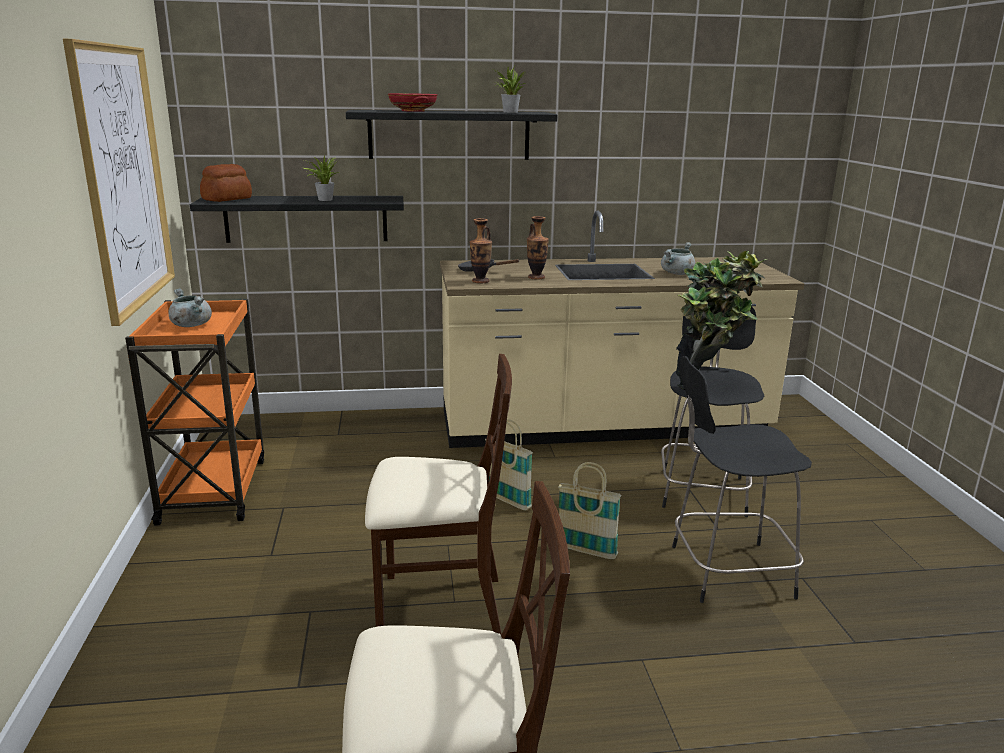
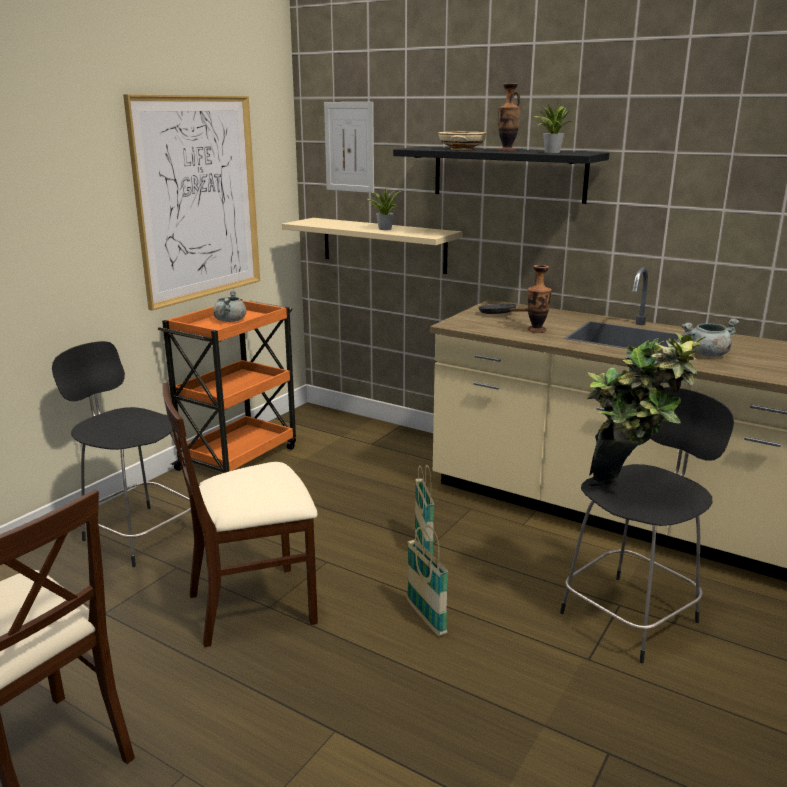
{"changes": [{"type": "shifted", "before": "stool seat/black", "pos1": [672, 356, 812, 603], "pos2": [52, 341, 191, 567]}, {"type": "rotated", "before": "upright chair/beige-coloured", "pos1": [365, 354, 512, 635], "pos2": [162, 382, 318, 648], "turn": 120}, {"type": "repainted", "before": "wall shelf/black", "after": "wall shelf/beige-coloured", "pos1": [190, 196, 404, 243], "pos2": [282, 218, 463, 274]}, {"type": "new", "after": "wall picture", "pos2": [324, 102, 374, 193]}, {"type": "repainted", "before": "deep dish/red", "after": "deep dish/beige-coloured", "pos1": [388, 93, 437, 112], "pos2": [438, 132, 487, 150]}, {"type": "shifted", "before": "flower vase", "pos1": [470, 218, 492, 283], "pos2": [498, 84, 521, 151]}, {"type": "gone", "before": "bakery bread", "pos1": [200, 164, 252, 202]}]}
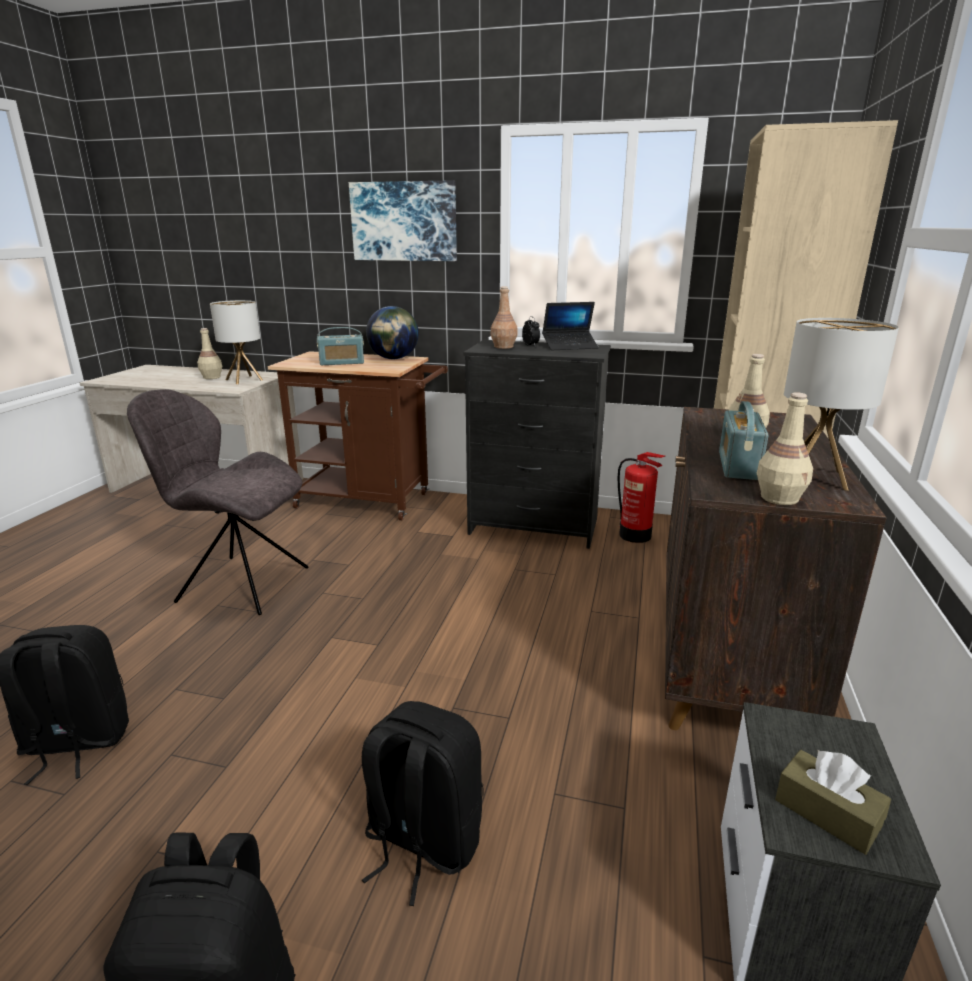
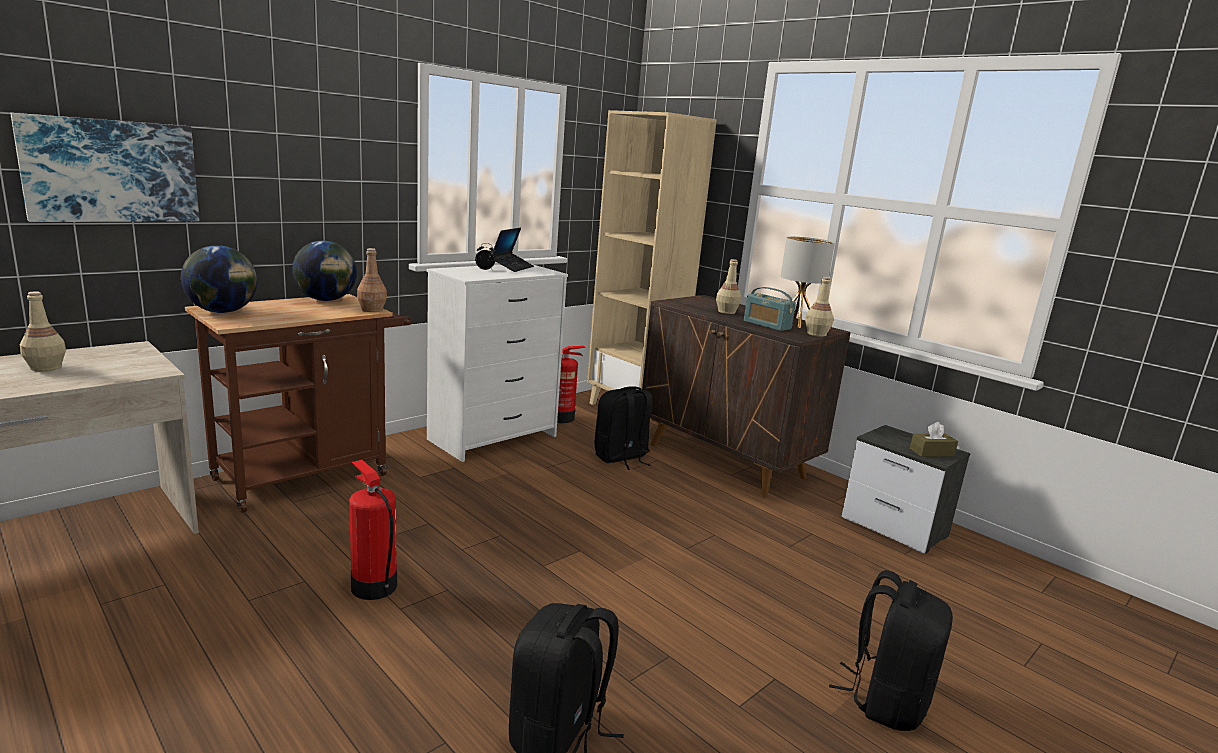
{"changes": [{"type": "shifted", "before": "wall picture", "pos1": [349, 180, 457, 261], "pos2": [10, 113, 199, 222]}, {"type": "new", "after": "desk globe", "pos2": [181, 245, 257, 313]}, {"type": "swapped", "before": "upright chair/gray", "after": "fire extinguisher", "pos1": [127, 389, 309, 615], "pos2": [349, 460, 397, 600]}, {"type": "shifted", "before": "drink bottle/brownish", "pos1": [490, 287, 518, 349], "pos2": [357, 248, 387, 312]}, {"type": "repainted", "before": "chest of drawers/black", "after": "chest of drawers/whitish", "pos1": [463, 340, 611, 549], "pos2": [427, 264, 568, 462]}, {"type": "shifted", "before": "knapsack/black", "pos1": [362, 701, 483, 906], "pos2": [595, 386, 653, 470]}, {"type": "gone", "before": "table lamp", "pos1": [210, 300, 263, 385]}, {"type": "gone", "before": "radio receiver", "pos1": [317, 327, 364, 365]}]}
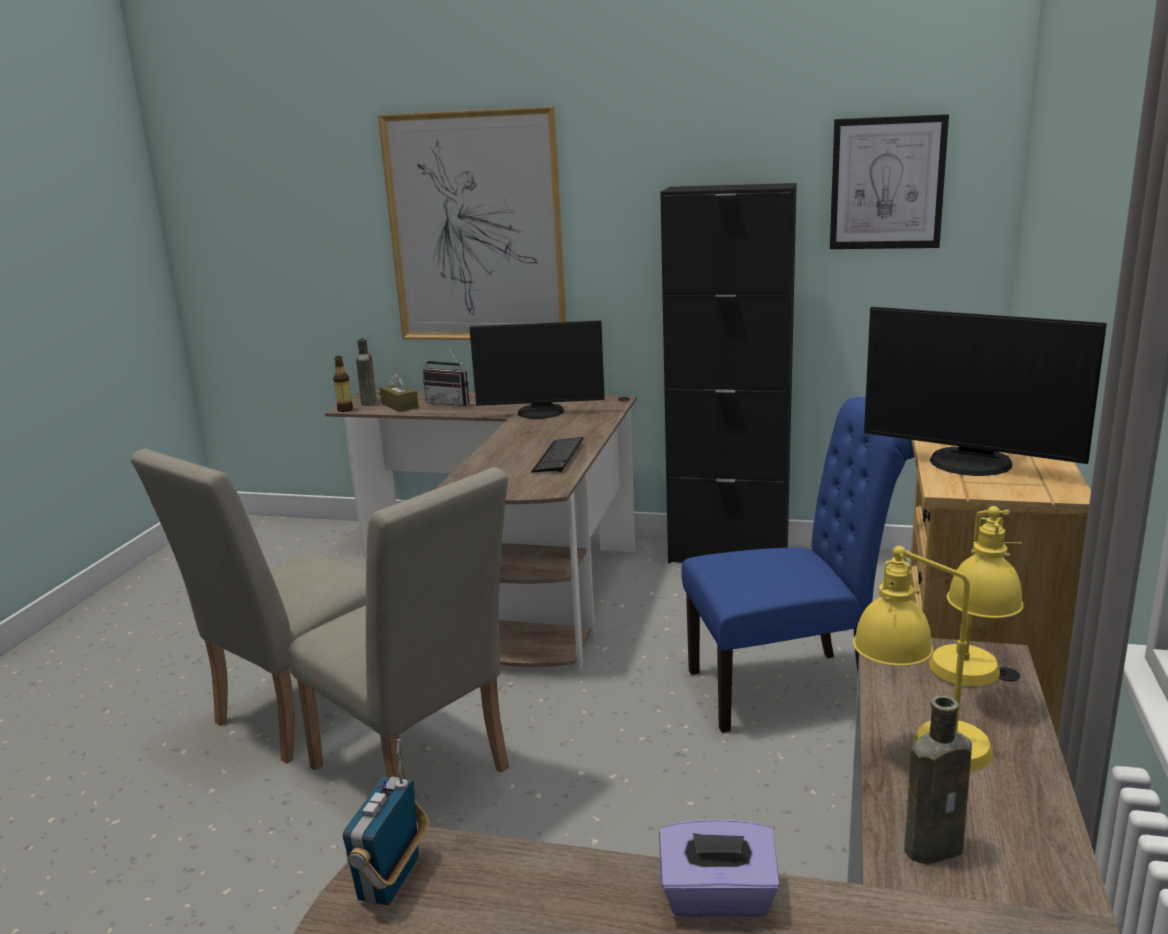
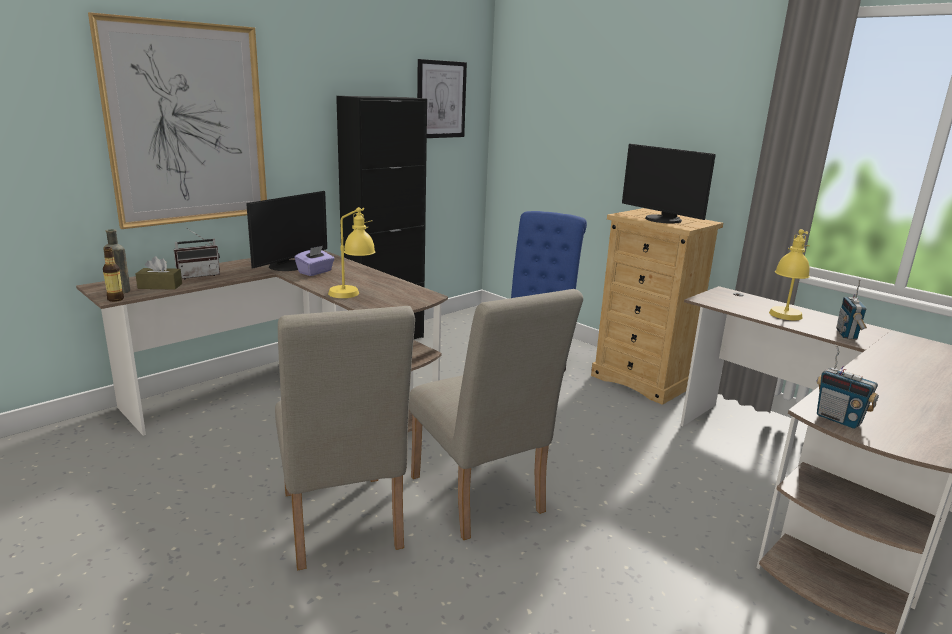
{"changes": [{"type": "shifted", "before": "tissue box/purple-coloured", "pos1": [659, 819, 780, 918], "pos2": [294, 246, 335, 276]}, {"type": "shifted", "before": "table lamp/yellow-coloured", "pos1": [929, 506, 1024, 686], "pos2": [328, 207, 376, 298]}, {"type": "rotated", "before": "upright chair/beige-coloured", "pos1": [287, 467, 509, 779], "pos2": [409, 289, 583, 540], "turn": 75}, {"type": "rotated", "before": "monitor", "pos1": [864, 307, 1107, 476], "pos2": [622, 144, 716, 224], "turn": 75}, {"type": "swapped", "before": "drink bottle/brownish", "after": "radio receiver", "pos1": [905, 696, 980, 865], "pos2": [836, 280, 867, 340]}, {"type": "gone", "before": "keyboard", "pos1": [531, 437, 584, 473]}]}
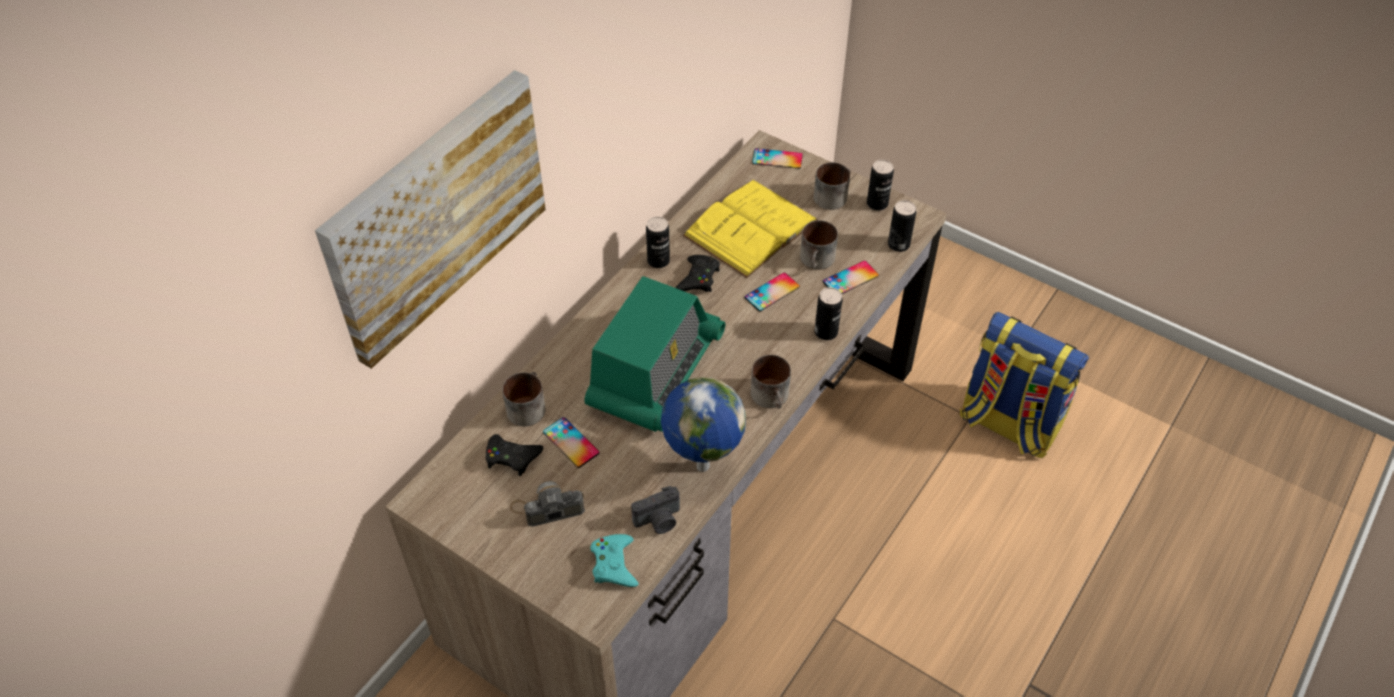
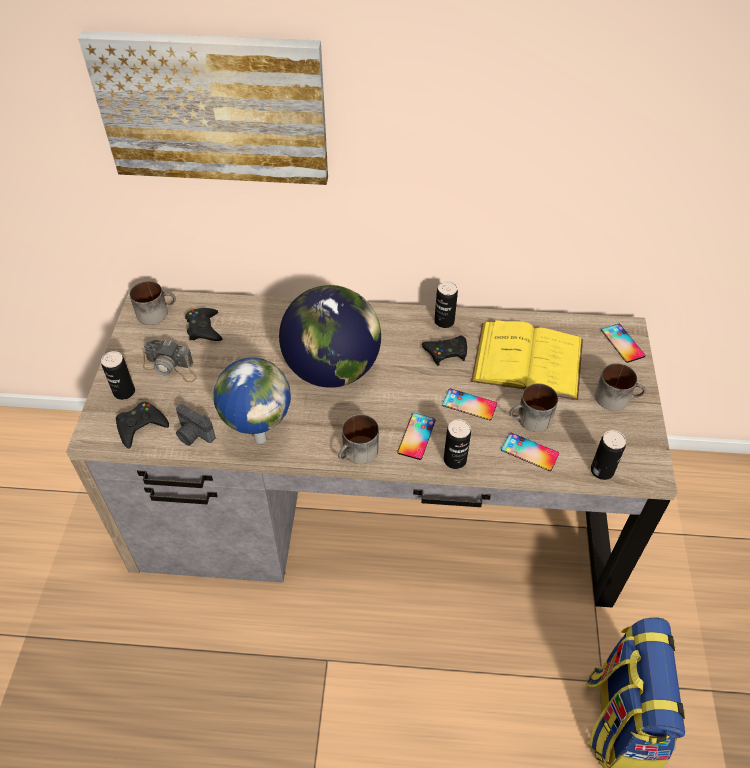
{"changes": [{"type": "shifted", "before": "can", "pos1": [867, 160, 894, 211], "pos2": [101, 351, 135, 400]}, {"type": "repainted", "before": "gamepad/turquoise", "after": "gamepad/black", "pos1": [591, 534, 639, 587], "pos2": [116, 402, 169, 449]}, {"type": "shifted", "before": "coffee mug", "pos1": [502, 372, 545, 426], "pos2": [130, 281, 176, 325]}, {"type": "rotated", "before": "photo camera", "pos1": [510, 481, 585, 527], "pos2": [143, 340, 197, 382], "turn": 150}, {"type": "swapped", "before": "radio receiver", "after": "desk globe", "pos1": [585, 276, 725, 432], "pos2": [279, 285, 381, 388]}, {"type": "shifted", "before": "handset", "pos1": [543, 417, 599, 468], "pos2": [397, 413, 436, 460]}]}
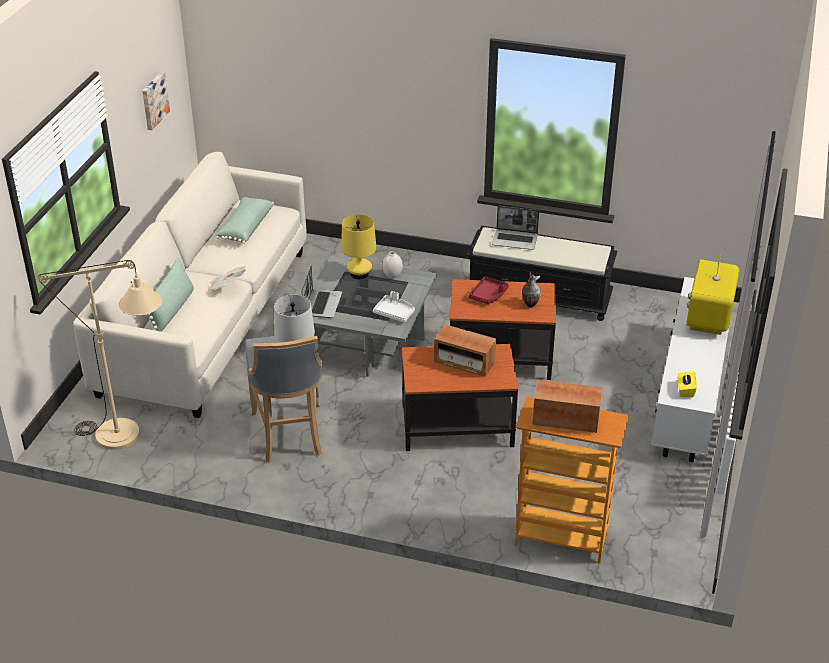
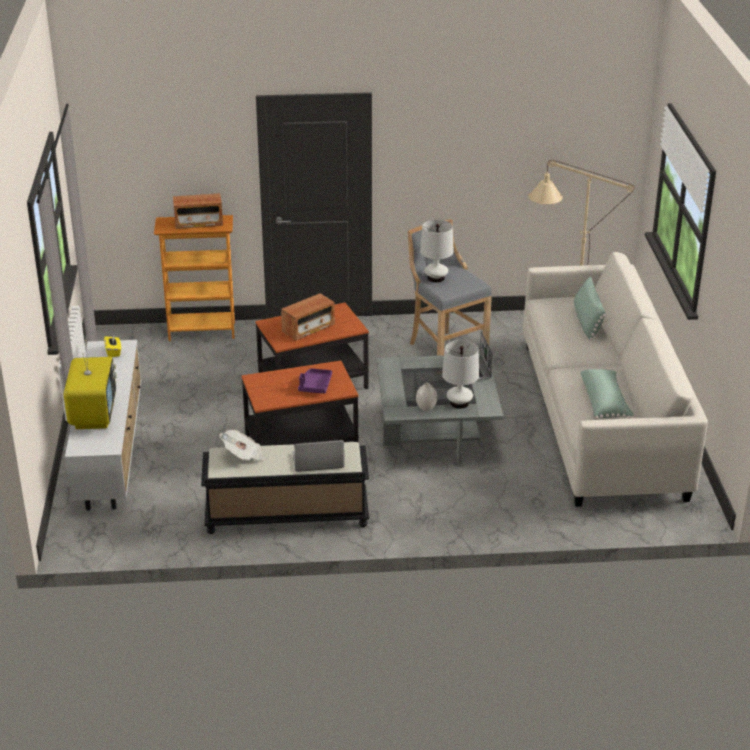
{"changes": [{"type": "shifted", "before": "newspaper", "pos1": [208, 266, 246, 291], "pos2": [220, 430, 265, 461]}, {"type": "rotated", "before": "radio receiver", "pos1": [434, 324, 496, 377], "pos2": [281, 293, 335, 341], "turn": 135}, {"type": "repainted", "before": "serving tray/red", "after": "serving tray/purple-coloured", "pos1": [468, 276, 509, 304], "pos2": [298, 368, 332, 393]}, {"type": "repainted", "before": "table lamp/yellow-coloured", "after": "table lamp/whitish", "pos1": [341, 214, 376, 280], "pos2": [442, 340, 479, 409]}, {"type": "gone", "before": "wall picture", "pos1": [142, 72, 170, 130]}, {"type": "gone", "before": "serving tray/whitish", "pos1": [373, 291, 415, 322]}, {"type": "gone", "before": "flower vase", "pos1": [522, 272, 541, 308]}]}
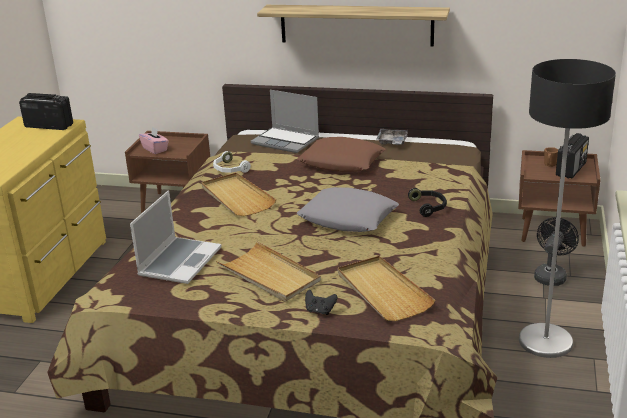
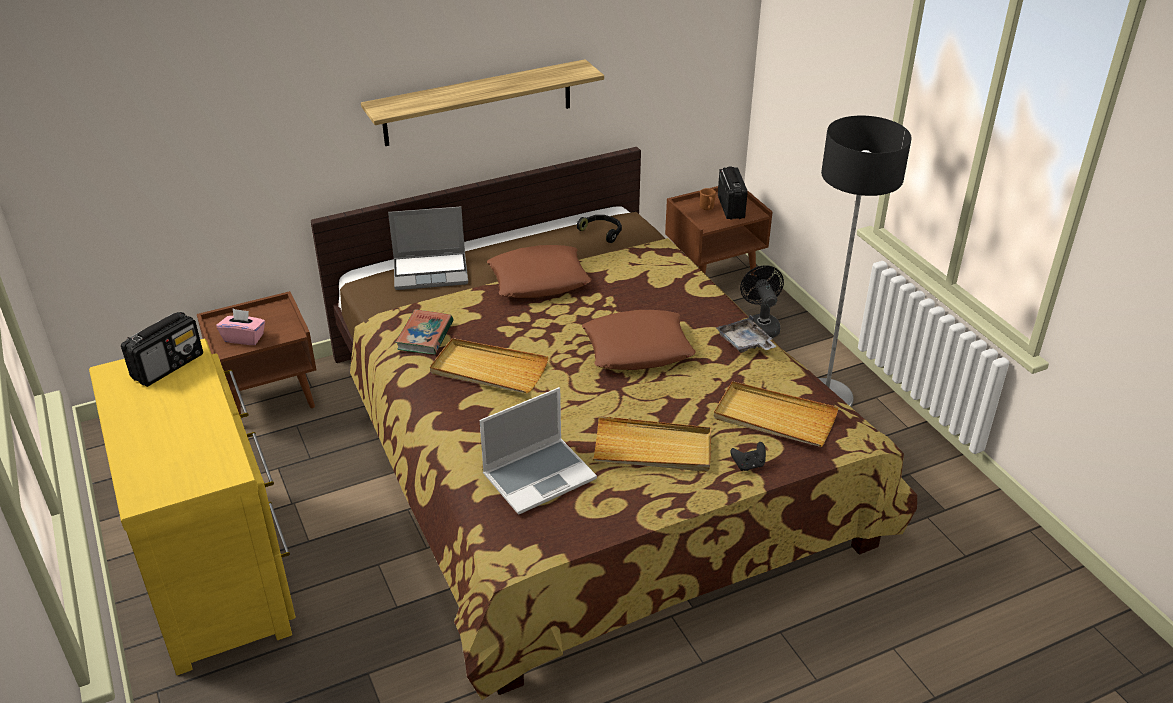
{"changes": [{"type": "rotated", "before": "radio receiver", "pos1": [19, 93, 73, 130], "pos2": [121, 312, 203, 387], "turn": 150}, {"type": "swapped", "before": "pair of headphones/whitish", "after": "volume", "pos1": [213, 151, 251, 173], "pos2": [395, 309, 453, 354]}, {"type": "rotated", "before": "laptop", "pos1": [130, 190, 221, 284], "pos2": [480, 387, 597, 515], "turn": 75}, {"type": "shifted", "before": "pair of headphones/black", "pos1": [408, 188, 447, 217], "pos2": [577, 215, 622, 243]}, {"type": "repainted", "before": "cushion/gray", "after": "cushion/brownish", "pos1": [297, 187, 399, 232], "pos2": [582, 310, 696, 370]}, {"type": "shifted", "before": "serving tray/gray", "pos1": [376, 129, 408, 145], "pos2": [716, 315, 777, 353]}]}
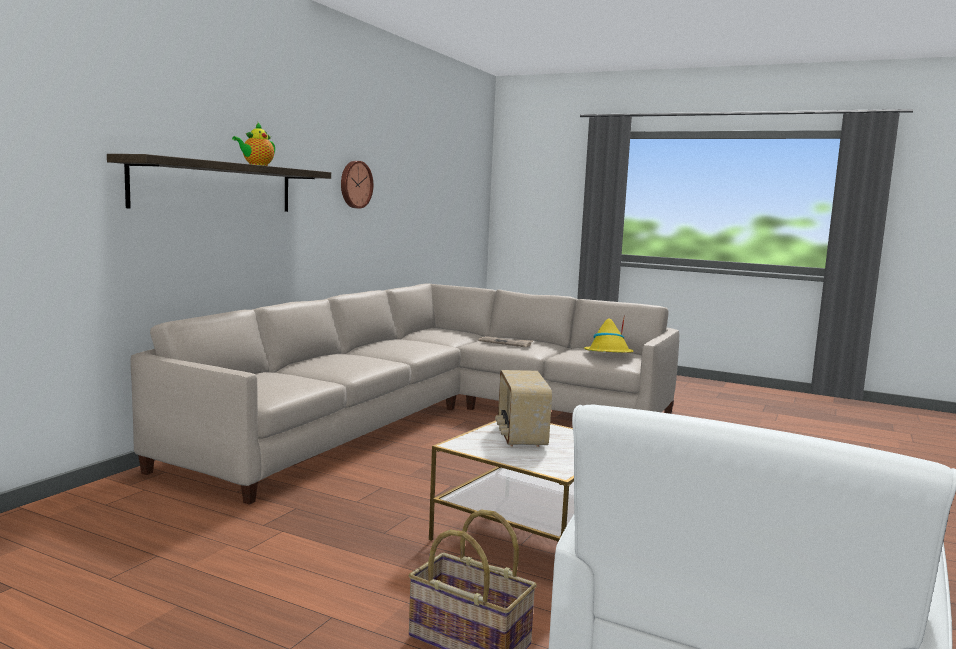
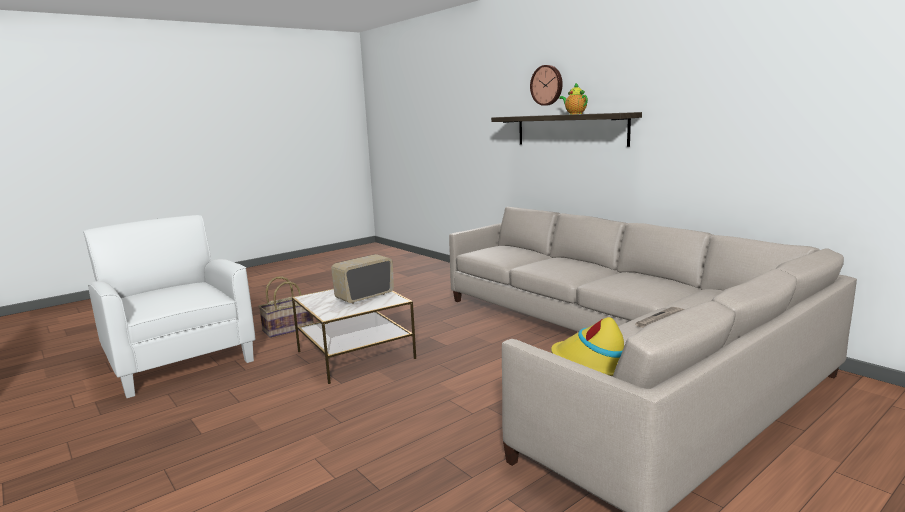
{"changes": [{"type": "rotated", "before": "radio receiver", "pos1": [495, 370, 552, 447], "pos2": [331, 254, 394, 304], "turn": -60}, {"type": "shifted", "before": "wall clock", "pos1": [341, 161, 373, 209], "pos2": [530, 65, 563, 106]}]}
